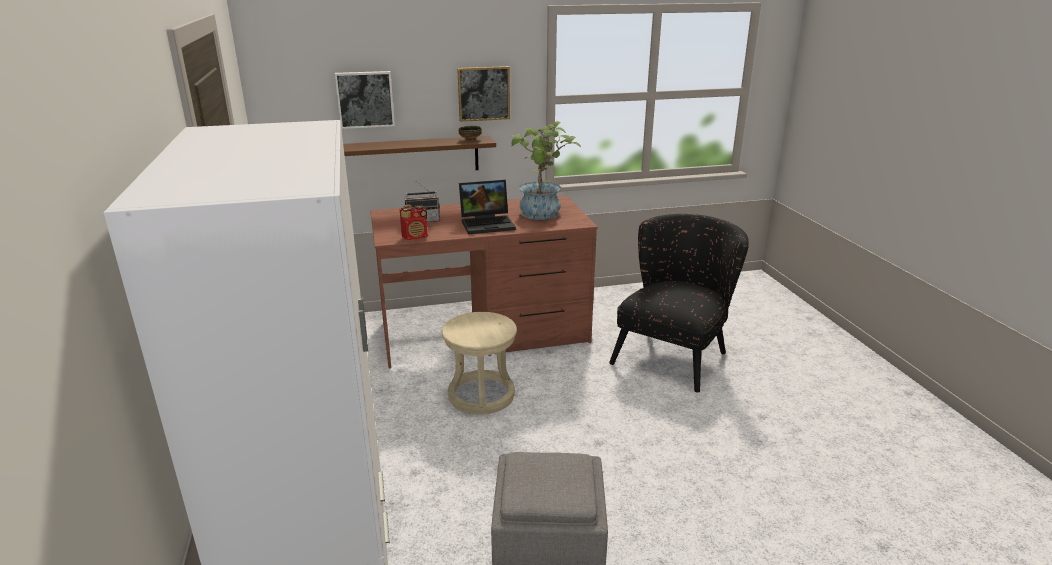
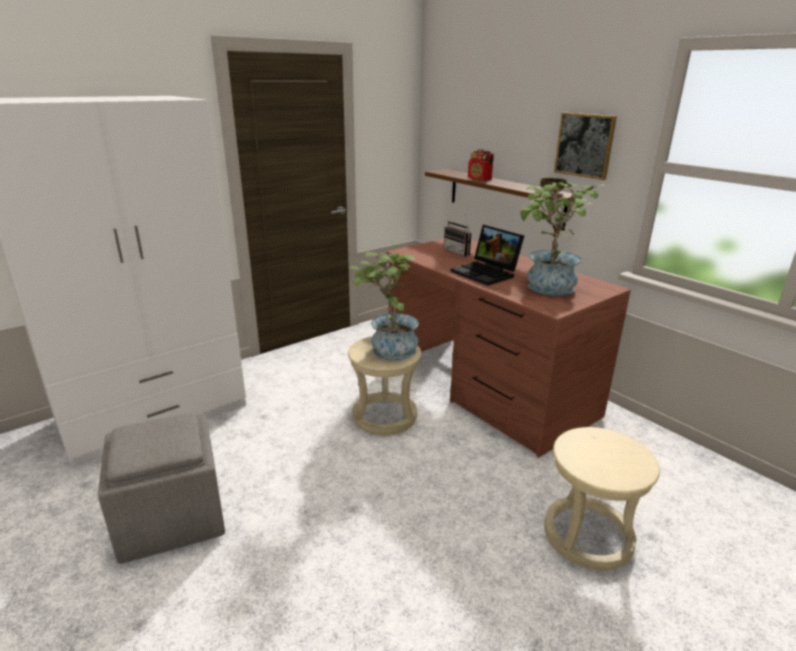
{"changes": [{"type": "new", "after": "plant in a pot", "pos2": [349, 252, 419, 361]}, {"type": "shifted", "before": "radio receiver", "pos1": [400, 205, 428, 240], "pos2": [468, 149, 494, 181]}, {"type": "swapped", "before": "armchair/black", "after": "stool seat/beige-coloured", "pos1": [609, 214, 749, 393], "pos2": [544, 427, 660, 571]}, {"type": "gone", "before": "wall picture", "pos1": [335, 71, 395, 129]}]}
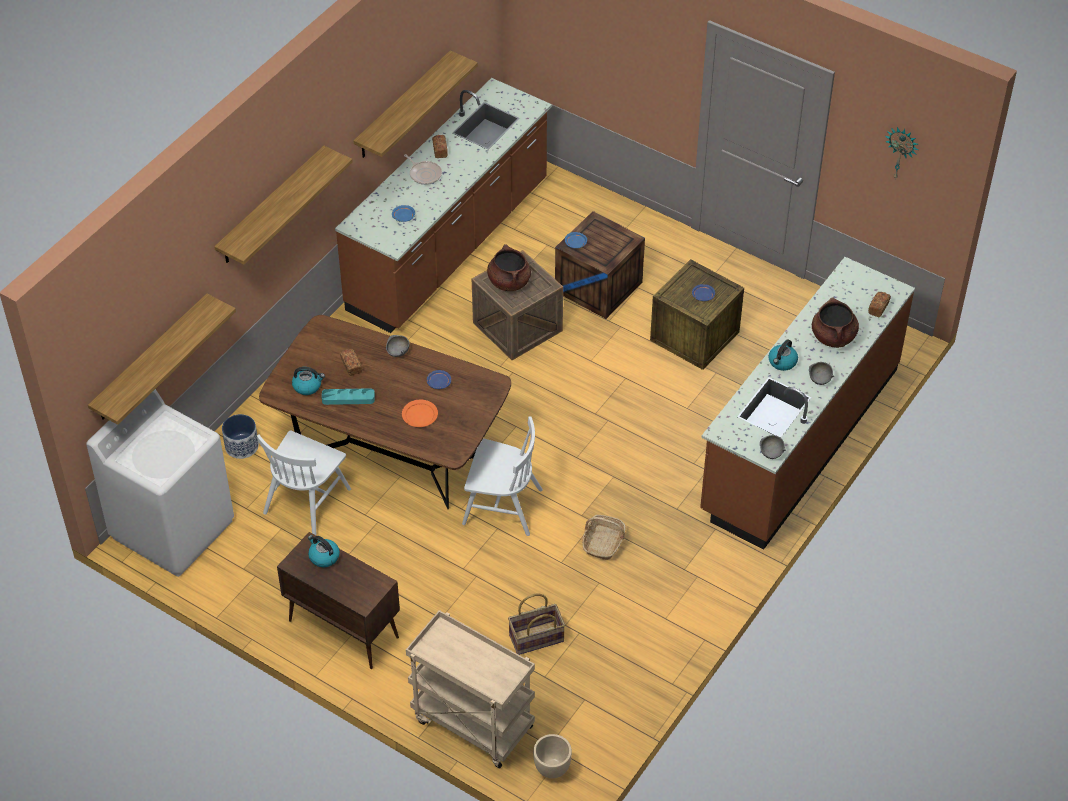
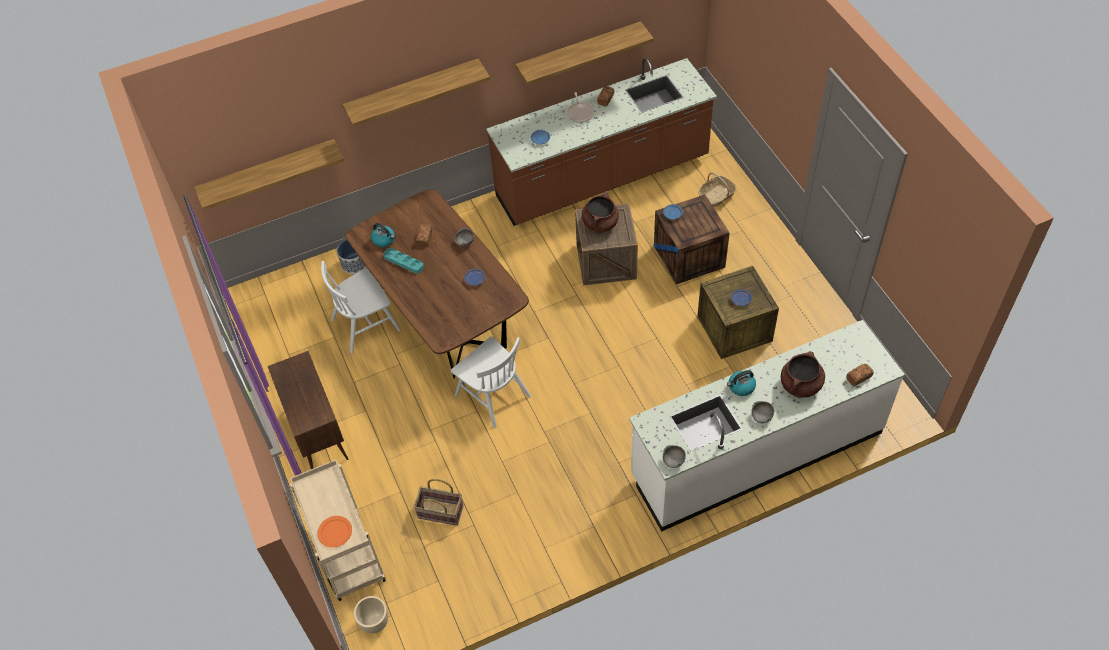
{"changes": [{"type": "shifted", "before": "flat dish/orange-coloured", "pos1": [402, 400, 438, 427], "pos2": [317, 516, 352, 547]}, {"type": "repainted", "before": "kitchen base unit/brownish", "after": "kitchen base unit/whitish", "pos1": [700, 257, 915, 550], "pos2": [629, 320, 905, 532]}, {"type": "shifted", "before": "basket", "pos1": [582, 515, 626, 560], "pos2": [698, 172, 737, 207]}, {"type": "gone", "before": "laundry appliance/whitish", "pos1": [86, 389, 234, 577]}, {"type": "gone", "before": "water kettle", "pos1": [308, 535, 340, 567]}, {"type": "gone", "before": "wall clock", "pos1": [885, 127, 918, 179]}]}
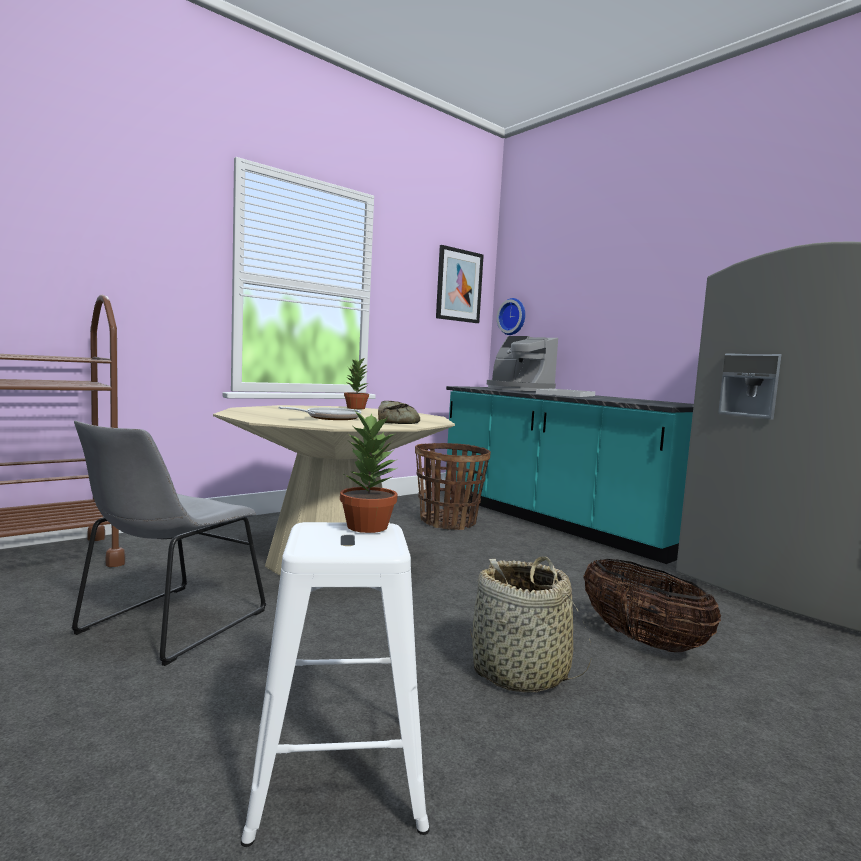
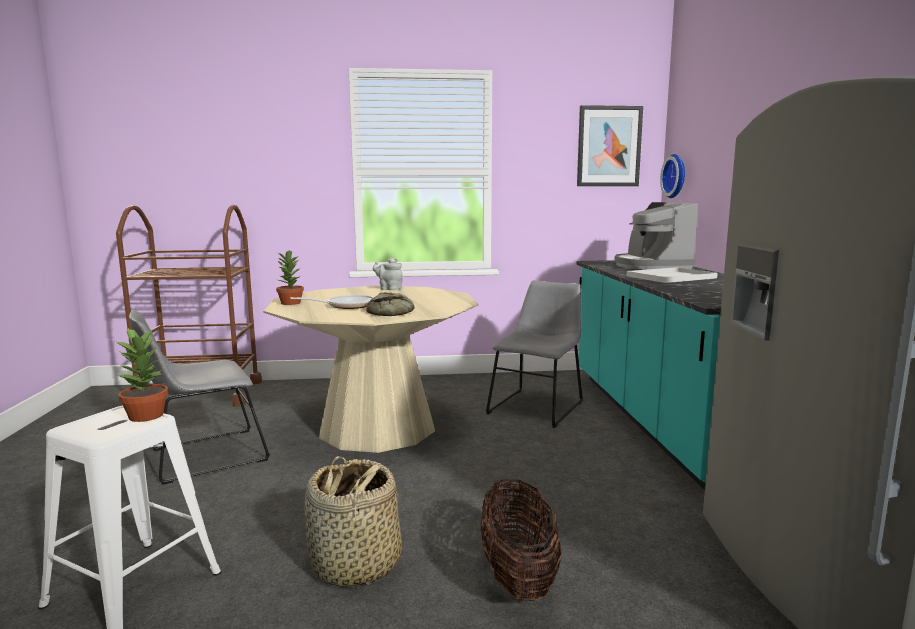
{"changes": [{"type": "shifted", "before": "plant in a pot", "pos1": [344, 357, 369, 409], "pos2": [276, 250, 304, 305]}, {"type": "new", "after": "pot for tea/gray", "pos2": [373, 258, 403, 290]}, {"type": "swapped", "before": "basket", "after": "upright chair/gray", "pos1": [415, 443, 491, 530], "pos2": [486, 280, 583, 428]}]}
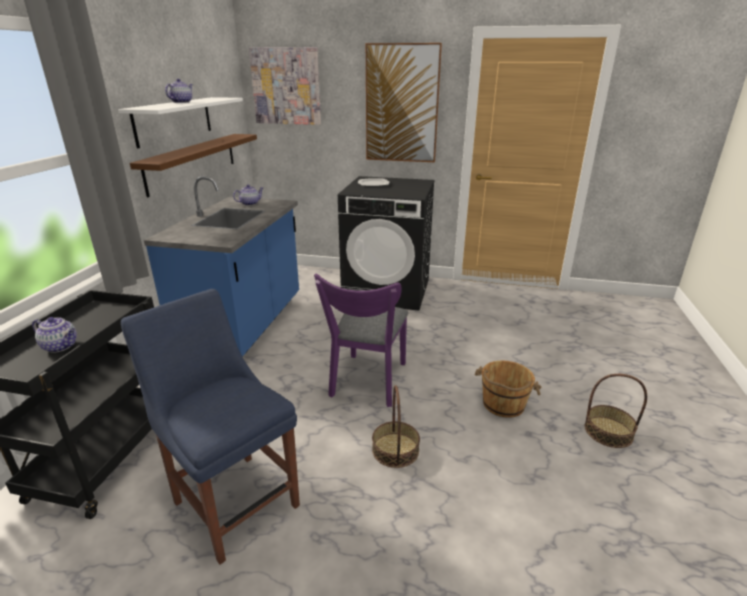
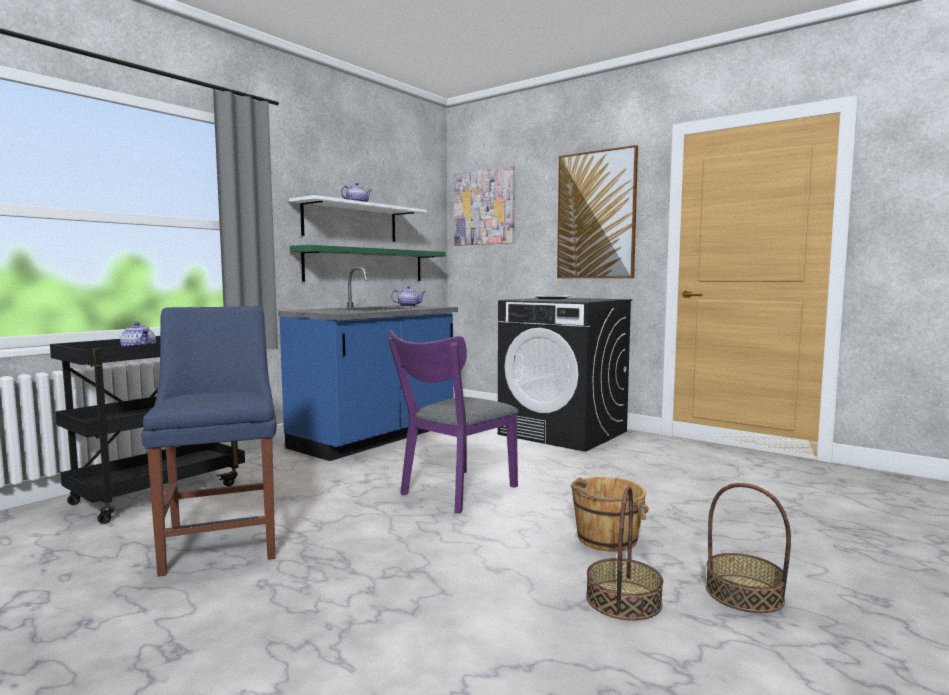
{"changes": [{"type": "repainted", "before": "wall shelf/brownish", "after": "wall shelf/green", "pos1": [130, 134, 257, 197], "pos2": [290, 245, 446, 282]}, {"type": "shifted", "before": "basket", "pos1": [372, 385, 420, 468], "pos2": [586, 486, 663, 621]}]}
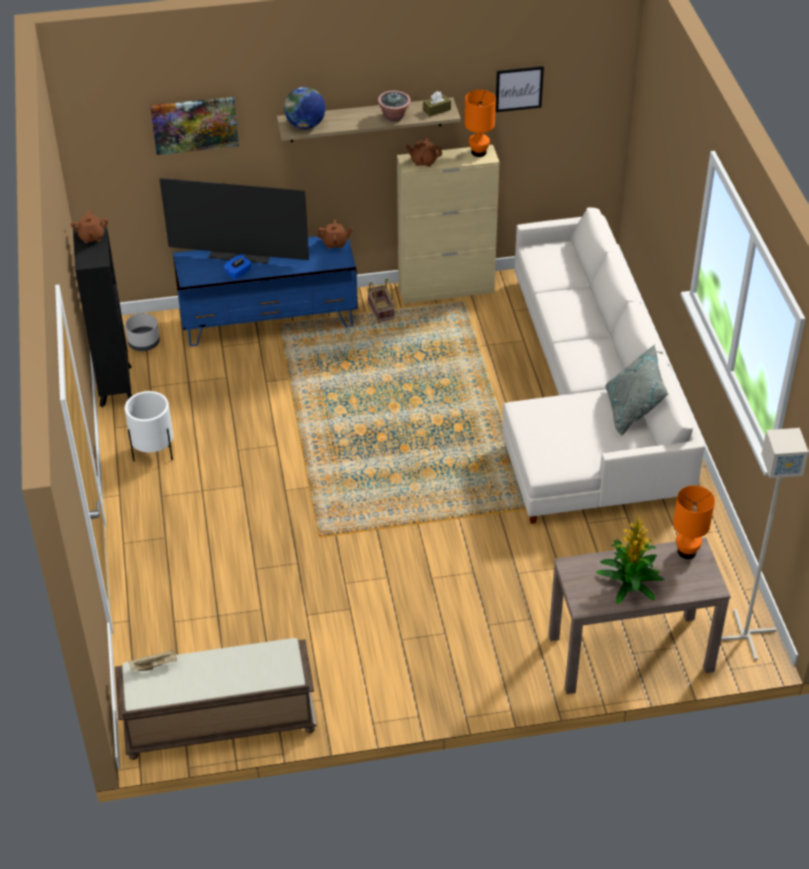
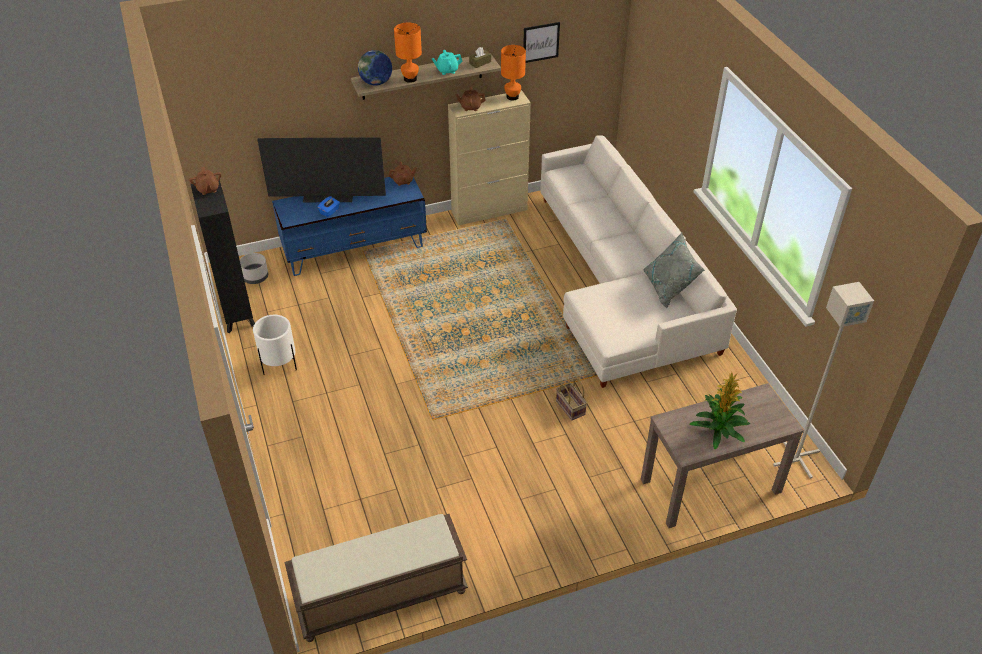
{"changes": [{"type": "shifted", "before": "table lamp/orange-coloured", "pos1": [673, 485, 715, 559], "pos2": [394, 23, 422, 83]}, {"type": "swapped", "before": "plant in a pot", "after": "pot for tea/turquoise", "pos1": [378, 91, 411, 122], "pos2": [432, 50, 463, 75]}, {"type": "shifted", "before": "basket", "pos1": [367, 279, 395, 322], "pos2": [556, 378, 587, 420]}, {"type": "gone", "before": "serving tray/beige-coloured", "pos1": [129, 650, 177, 671]}, {"type": "gone", "before": "wall picture", "pos1": [150, 97, 239, 155]}]}
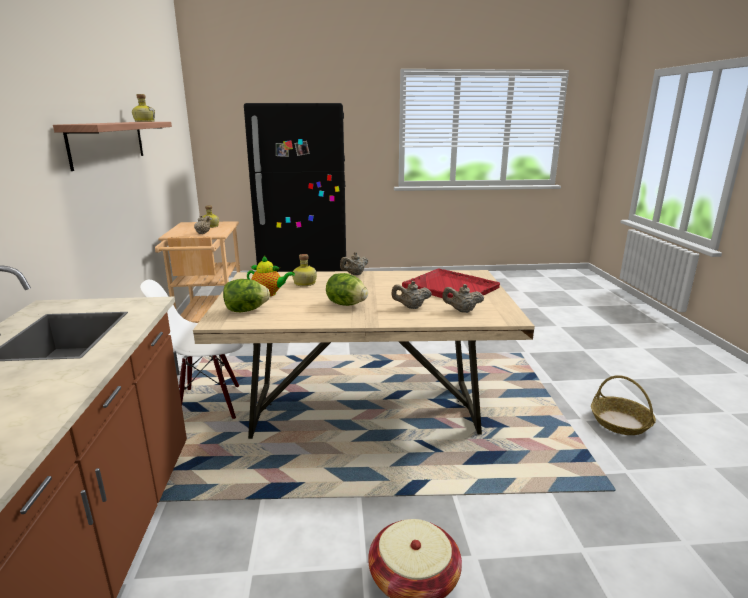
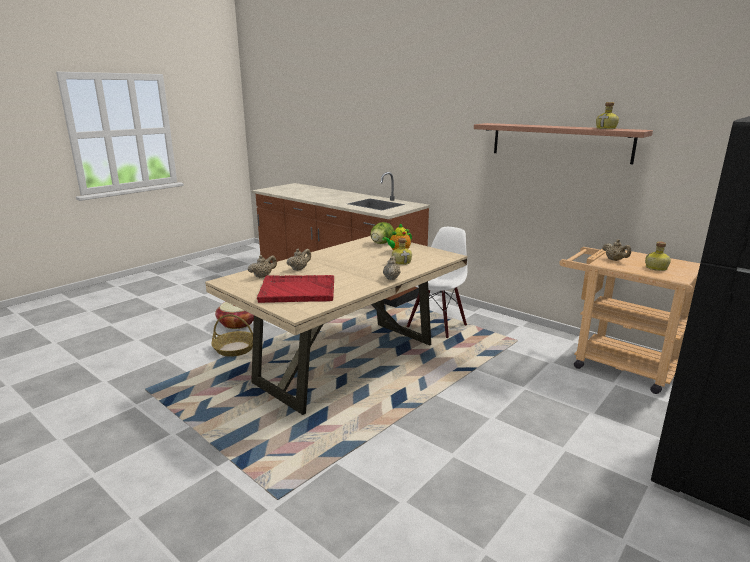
{"changes": [{"type": "shifted", "before": "basket", "pos1": [591, 375, 656, 435], "pos2": [211, 314, 253, 357]}, {"type": "gone", "before": "lettuce", "pos1": [326, 273, 368, 306]}]}
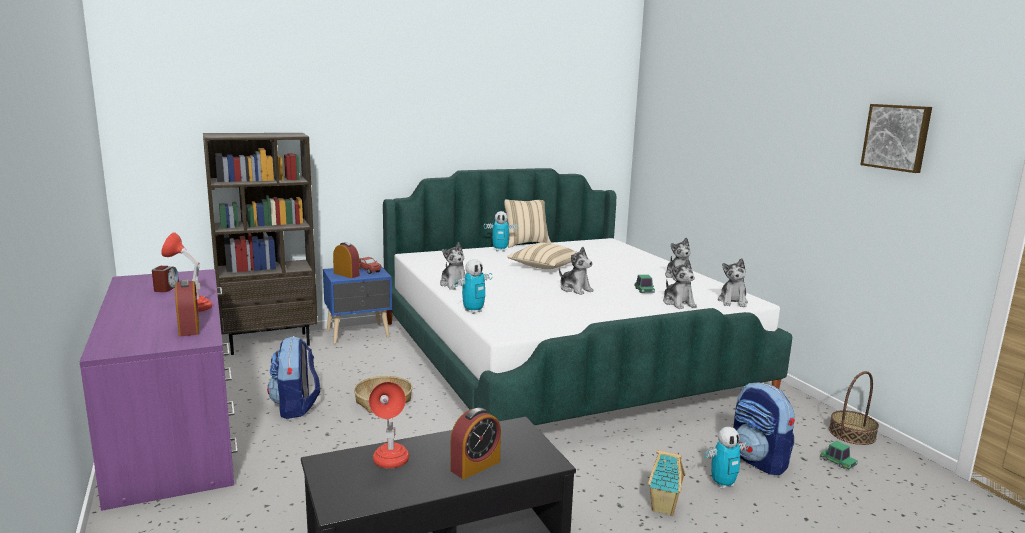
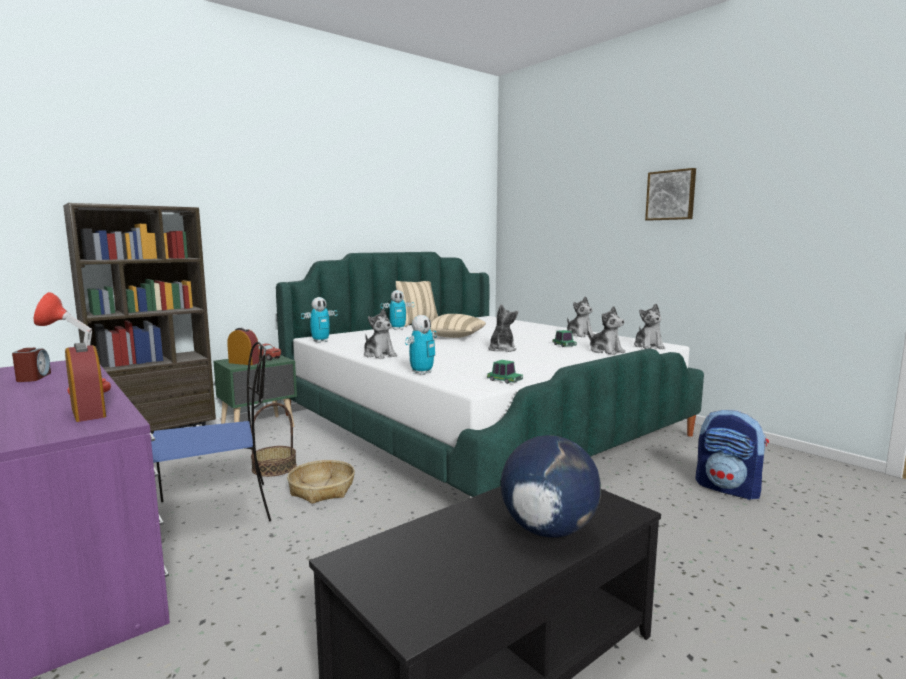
{"changes": [{"type": "swapped", "before": "knapsack", "after": "upright chair/bluish", "pos1": [267, 336, 320, 419], "pos2": [151, 342, 271, 522]}, {"type": "repainted", "before": "night table/bluish", "after": "night table/green", "pos1": [323, 266, 392, 344], "pos2": [213, 355, 297, 427]}, {"type": "shifted", "before": "basket", "pos1": [829, 371, 879, 445], "pos2": [251, 403, 297, 477]}, {"type": "shifted", "before": "toy robot", "pos1": [705, 427, 749, 489], "pos2": [301, 297, 338, 343]}, {"type": "shifted", "before": "toy car", "pos1": [820, 441, 858, 470], "pos2": [487, 360, 523, 384]}, {"type": "rotated", "before": "soft toy", "pos1": [559, 247, 594, 295], "pos2": [488, 304, 518, 352], "turn": -105}, {"type": "swapped", "before": "bedside clock", "after": "desk globe", "pos1": [450, 408, 501, 479], "pos2": [501, 435, 601, 537]}, {"type": "shifted", "before": "wall picture", "pos1": [860, 104, 932, 173], "pos2": [645, 168, 696, 221]}, {"type": "gone", "before": "table lamp/red", "pos1": [369, 382, 409, 468]}, {"type": "gone", "before": "toy house", "pos1": [648, 450, 685, 516]}]}
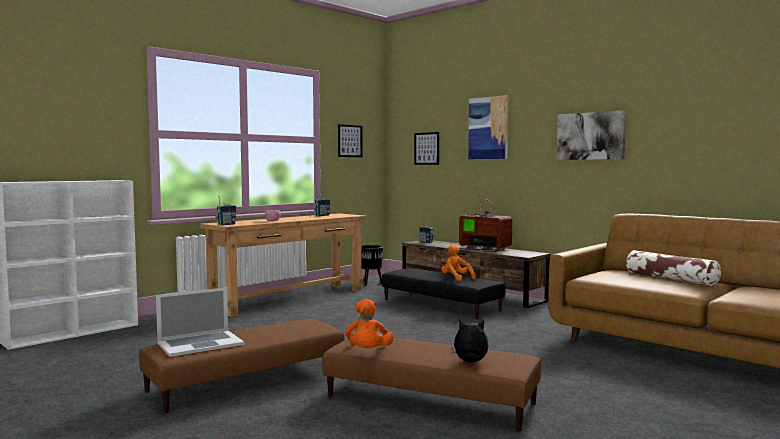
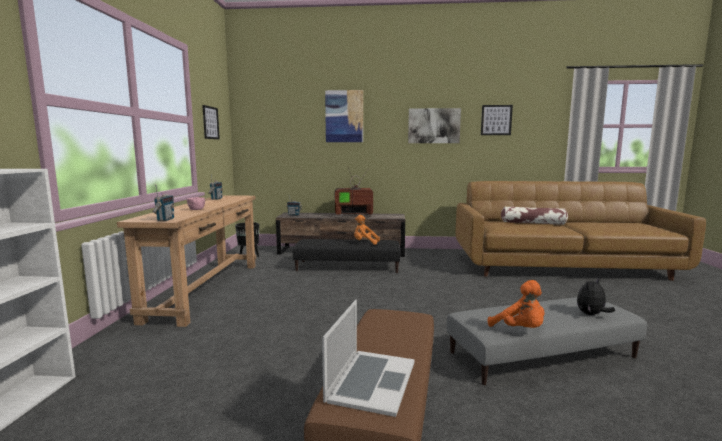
{"changes": [{"type": "repainted", "before": "footrest/brownish", "after": "footrest/gray", "pos1": [323, 338, 541, 431], "pos2": [447, 297, 647, 385]}, {"type": "shifted", "before": "wall picture", "pos1": [414, 132, 439, 165], "pos2": [481, 105, 513, 135]}]}
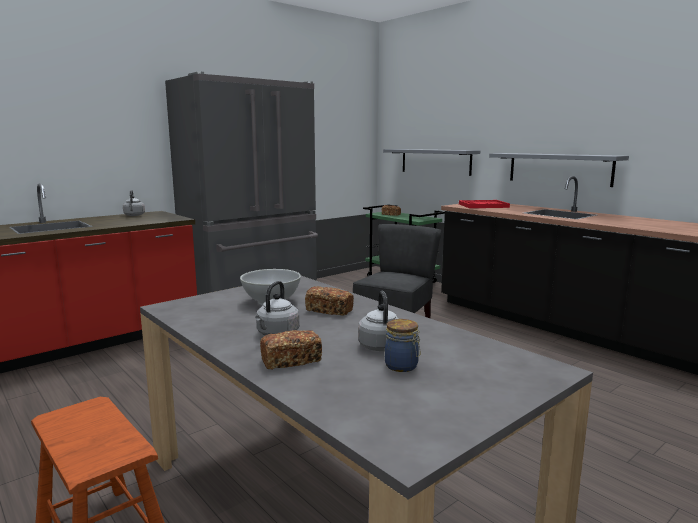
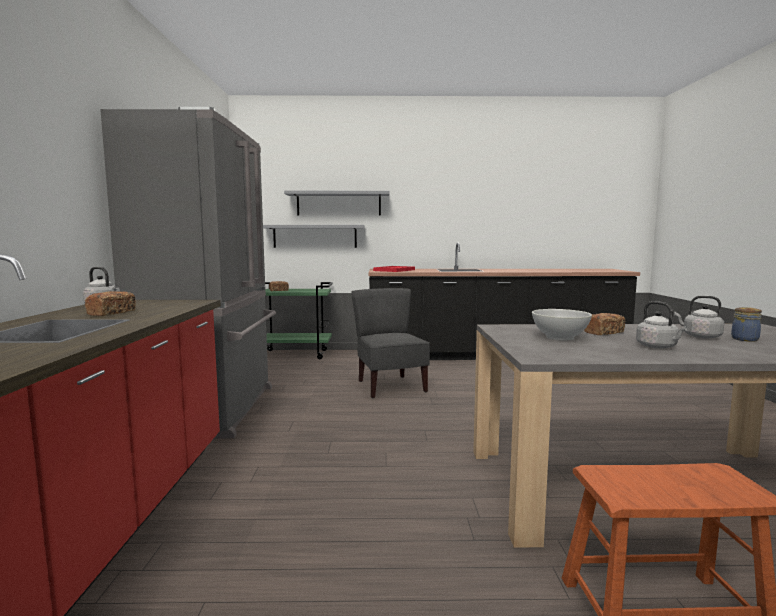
{"changes": [{"type": "shifted", "before": "bakery bread", "pos1": [260, 330, 322, 370], "pos2": [85, 291, 136, 316]}, {"type": "shifted", "before": "wall shelf/gray", "pos1": [489, 153, 629, 187], "pos2": [284, 191, 390, 216]}]}
